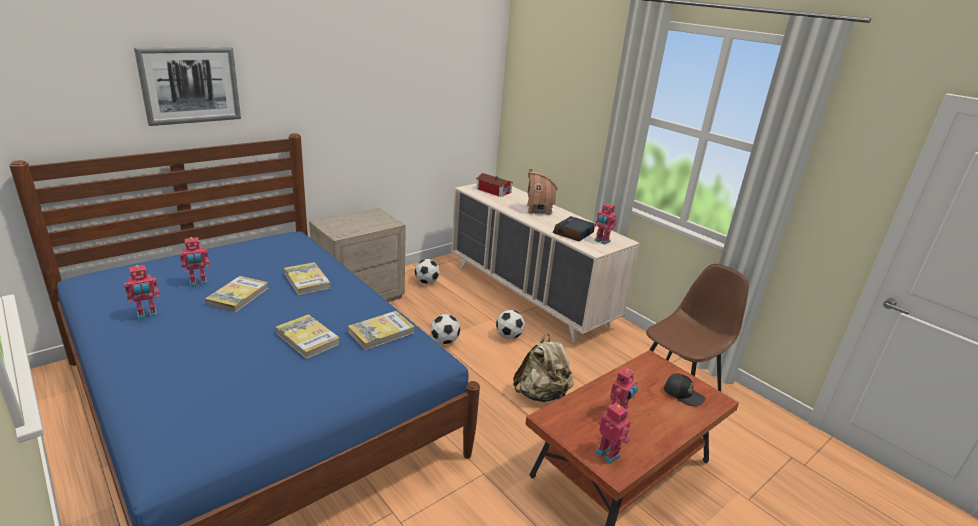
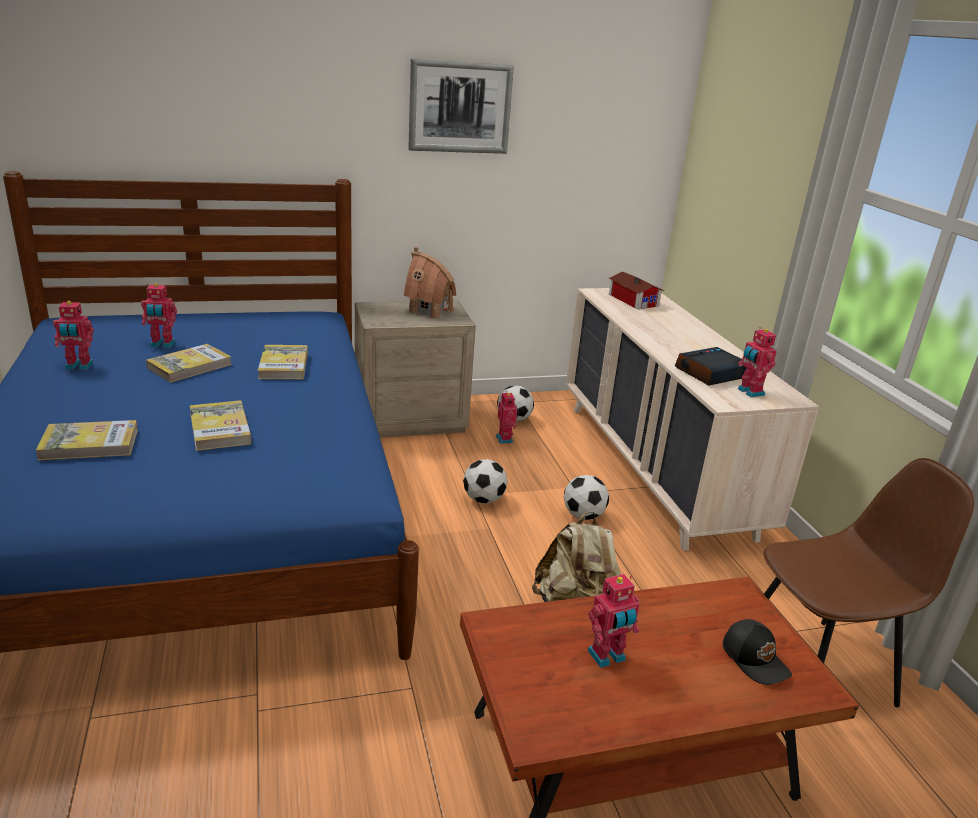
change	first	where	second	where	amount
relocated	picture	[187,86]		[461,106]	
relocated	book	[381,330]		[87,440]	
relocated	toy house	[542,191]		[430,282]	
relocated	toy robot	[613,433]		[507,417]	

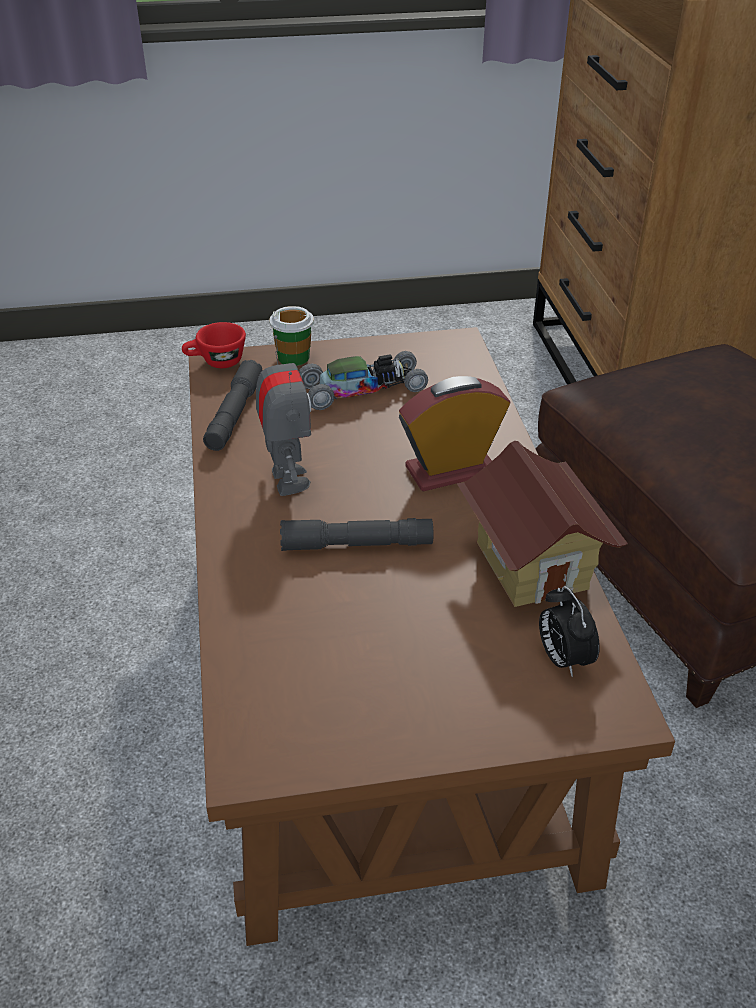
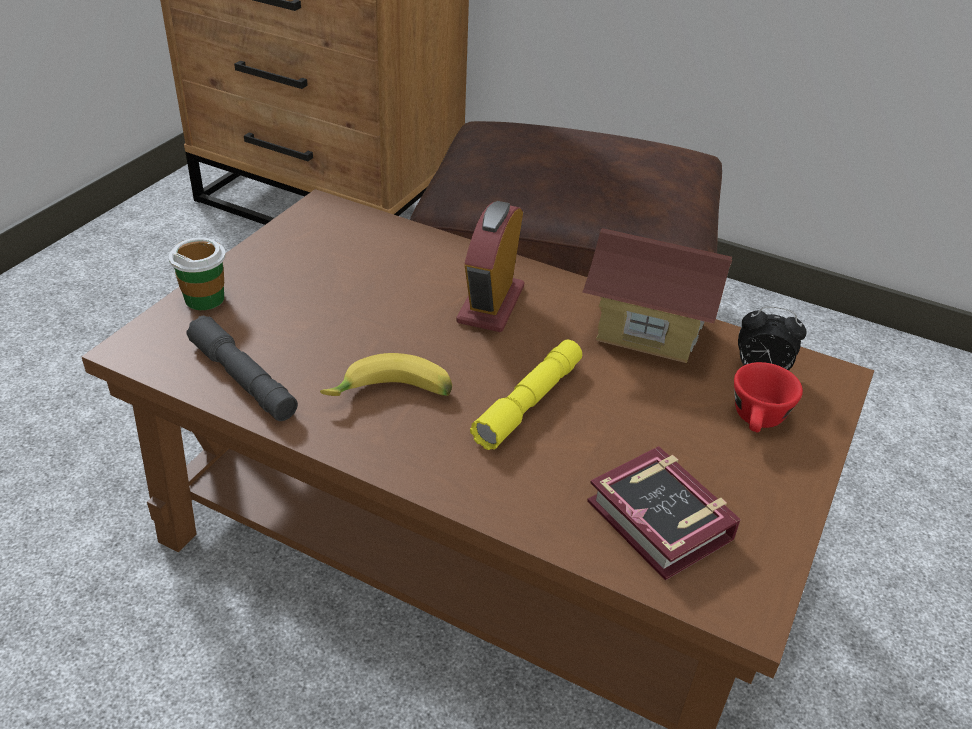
change	first	where	second	where	amount
missing	toy car	[363,380]			
appeared			book	[664,513]	
relocated	red cup	[214,345]		[768,397]	
exchanged	toy robot	[283,415]	banana	[386,374]	
colour	grey flashlight	[356,534]	yellow flashlight	[526,395]	

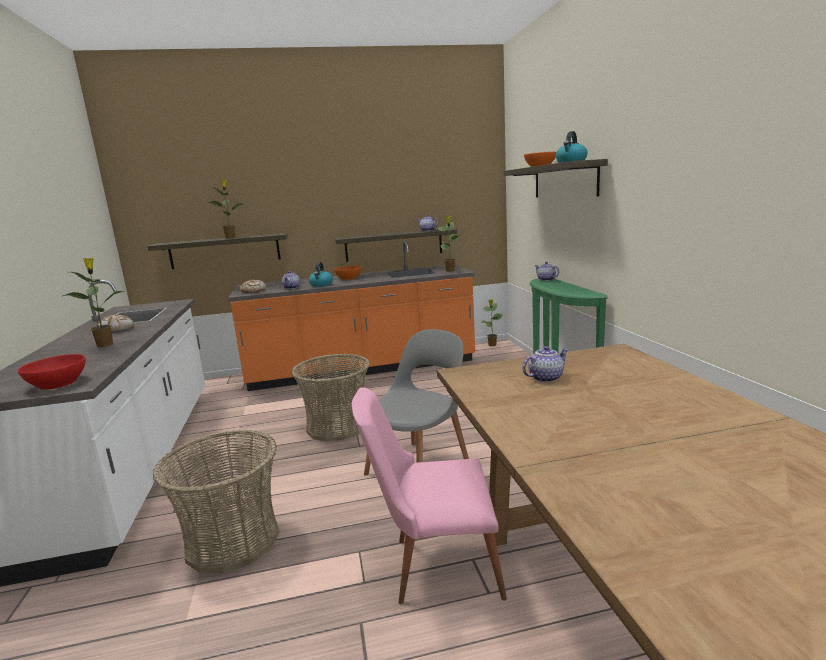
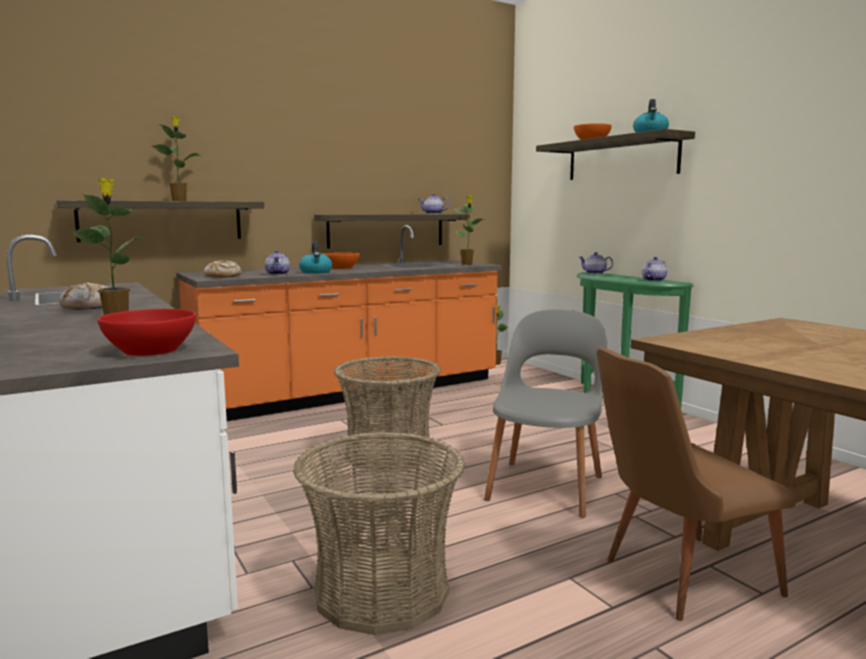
change	first	where	second	where	amount
relocated	teapot	[545,364]		[654,269]	
colour	pink chair	[429,495]	brown chair	[696,484]	

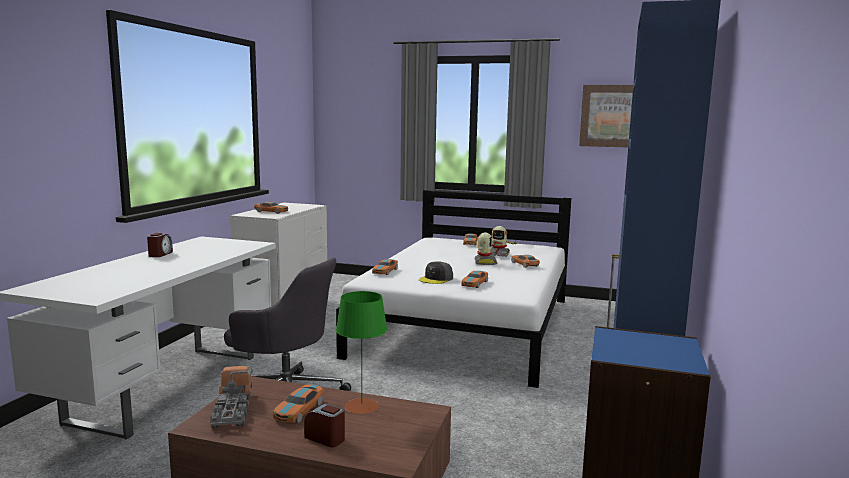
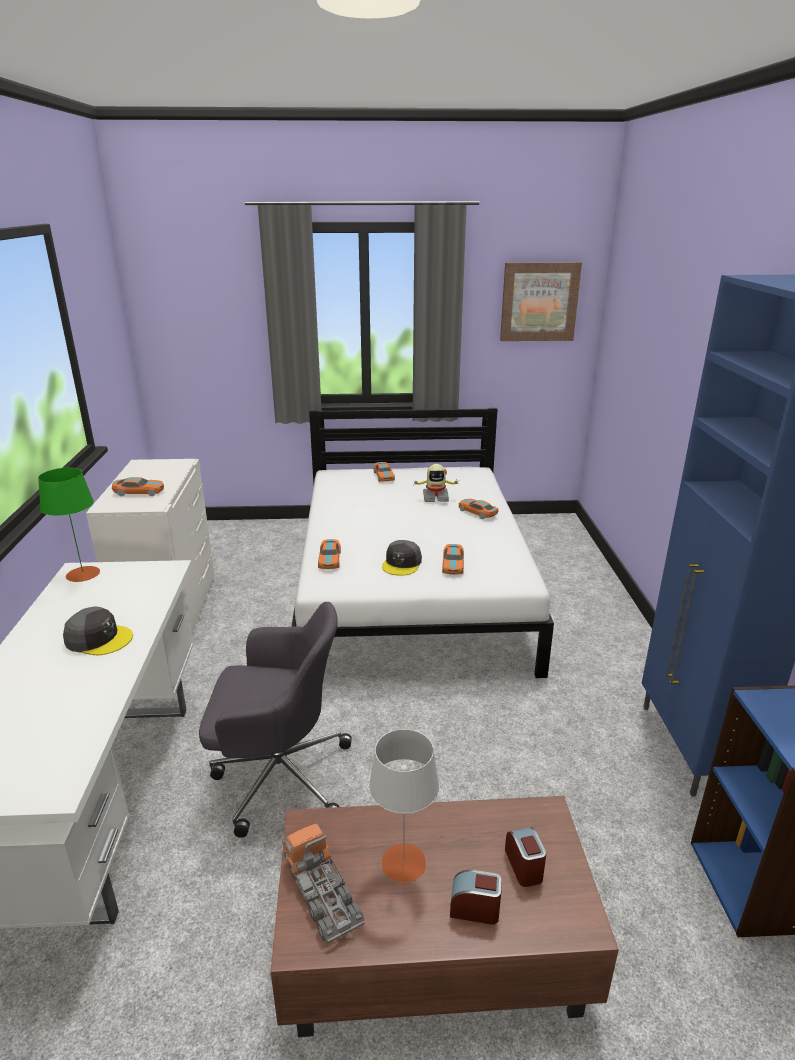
change	first	where	second	where	amount
missing	toy robot	[486,249]			
appeared			grey cap	[98,630]	
relocated	alarm clock	[160,245]		[525,857]	
relocated	green table lamp	[361,352]		[69,525]	
exchanged	toy car	[298,404]	grey table lamp	[404,806]	

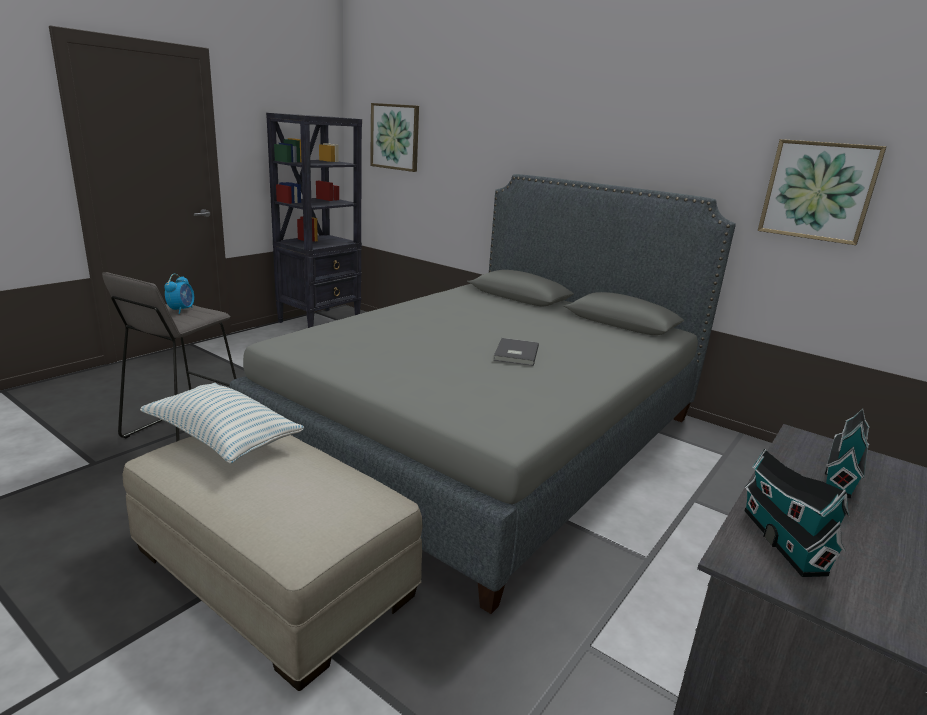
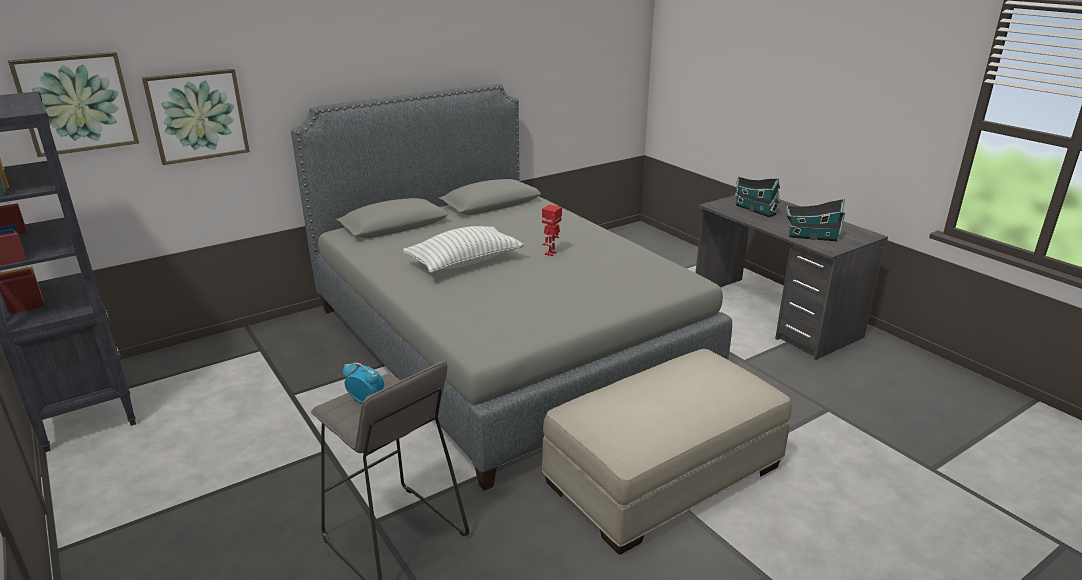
change	first	where	second	where	amount
relocated	pillow	[222,423]		[463,249]	
relocated	picture	[822,192]		[196,117]	
exchanged	grey book	[516,352]	toy robot	[552,230]	

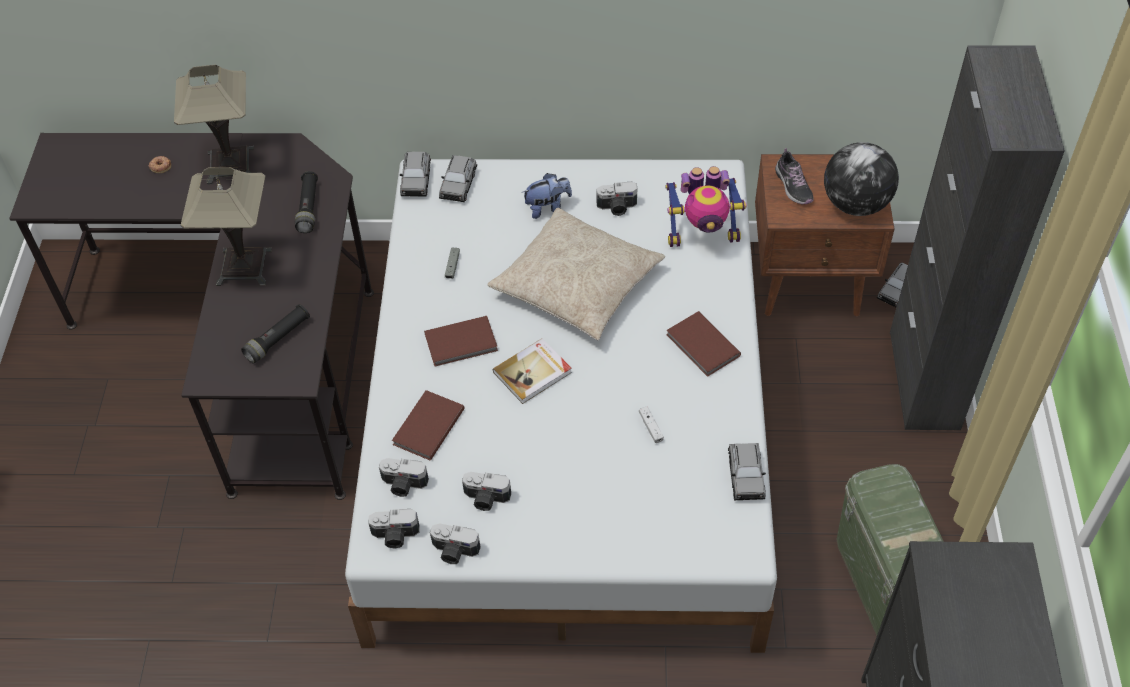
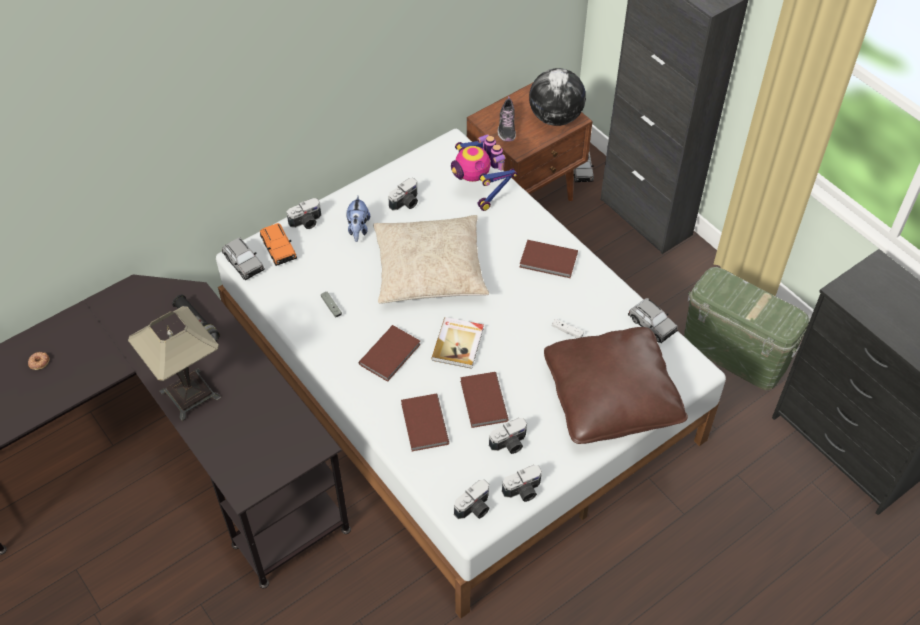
change	first	where	second	where	amount
missing	table lamp	[214,124]			
missing	black flashlight	[275,334]			
appeared			brown book	[484,400]	
appeared			brown pillow	[616,385]	
relocated	photo camera	[404,477]		[304,213]	
colour	grey toy car	[458,178]	orange toy car	[278,244]	
spun	plush toy	[547,196]		[358,219]	150 degrees clockwise
spun	toy robot	[706,206]		[484,172]	105 degrees clockwise
spun	shoe	[794,176]		[507,119]	60 degrees clockwise

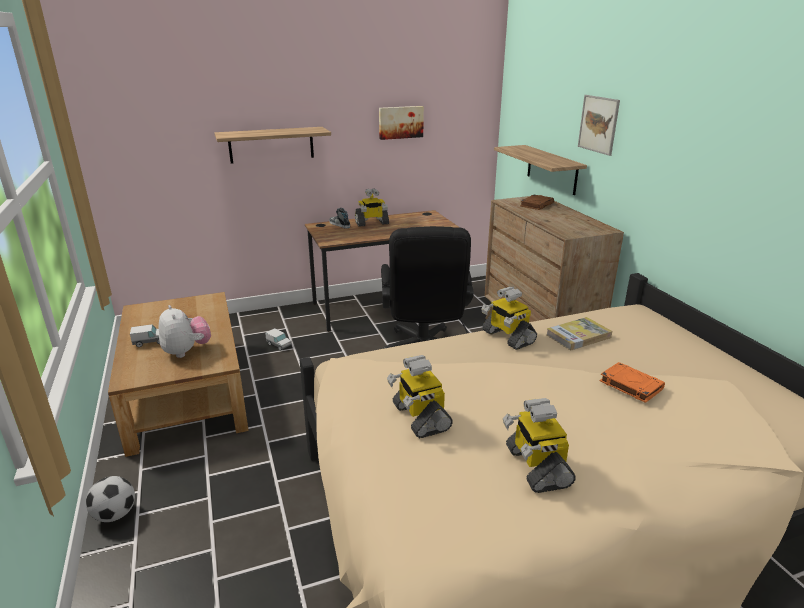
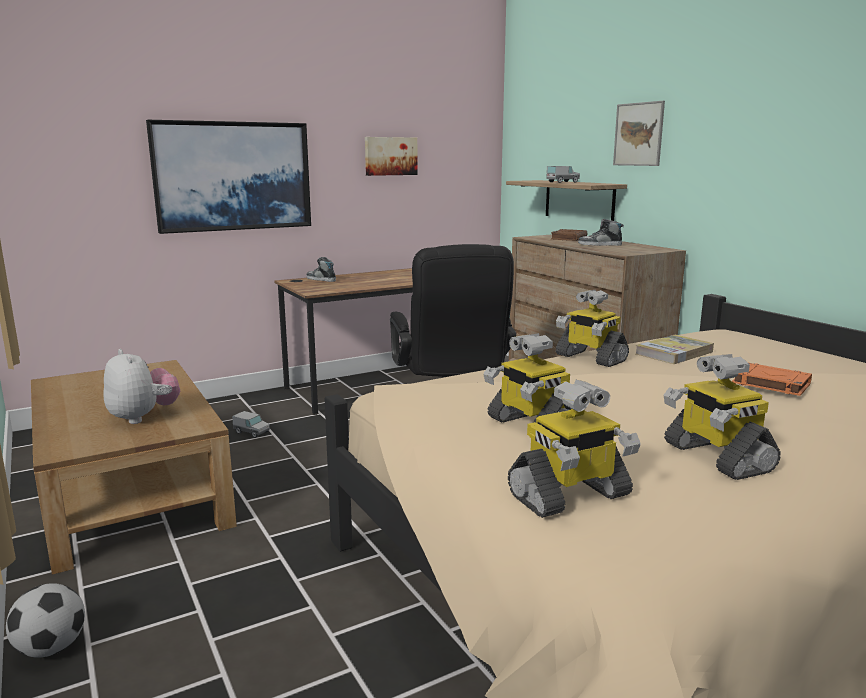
change	first	where	second	where	amount
appeared			shoe	[601,232]	
relocated	toy truck	[145,336]		[563,174]	
relocated	toy robot	[372,207]		[574,449]	
exchanged	shelf	[272,145]	picture	[228,177]	

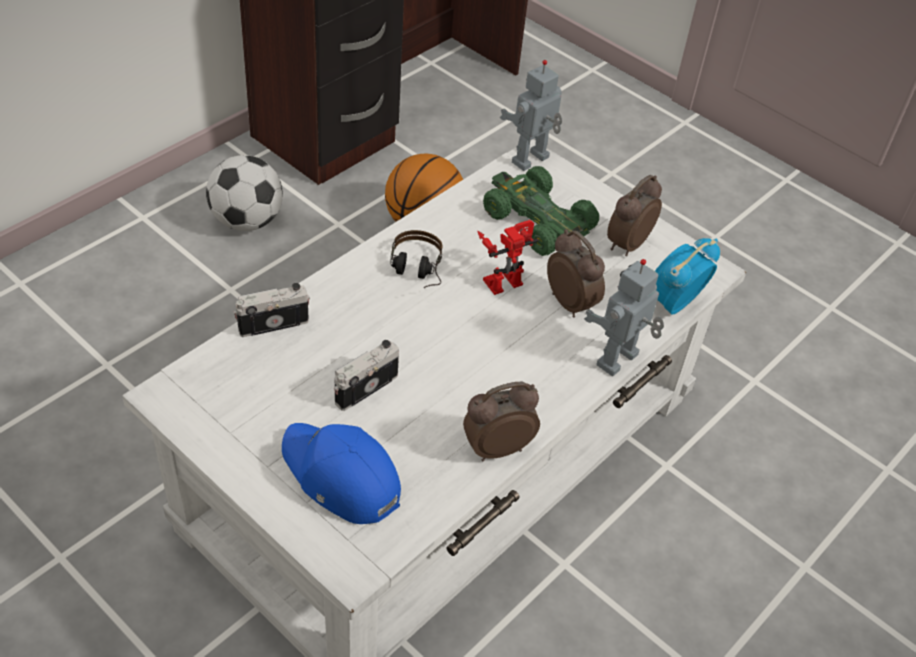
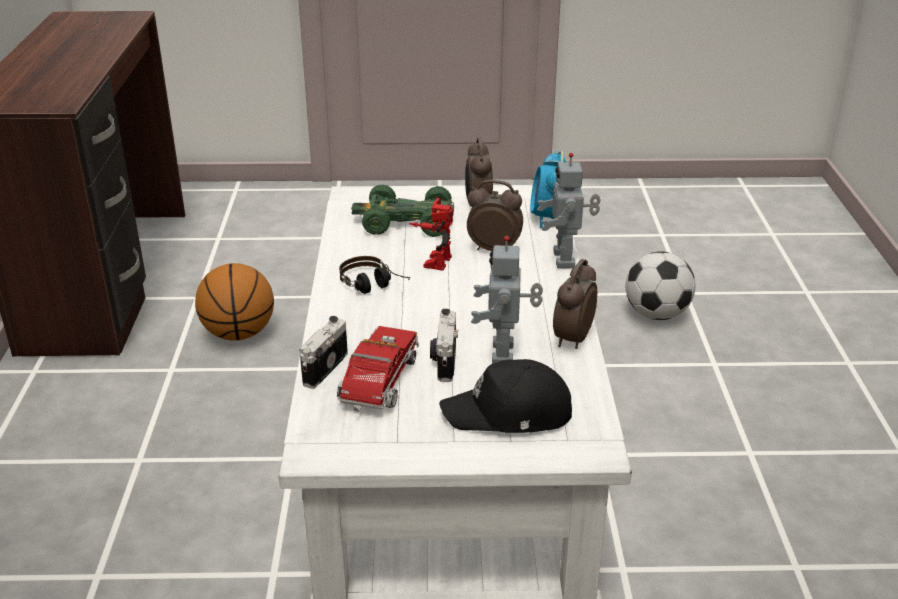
change	first	where	second	where	amount
appeared			toy truck	[378,369]	
relocated	football	[244,193]		[660,286]	
relocated	toy robot	[531,115]		[507,300]	
colour	blue cap	[341,473]	black cap	[505,396]	

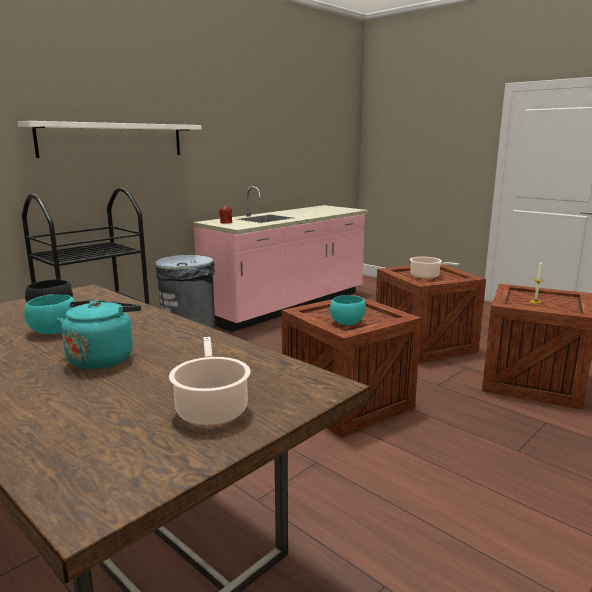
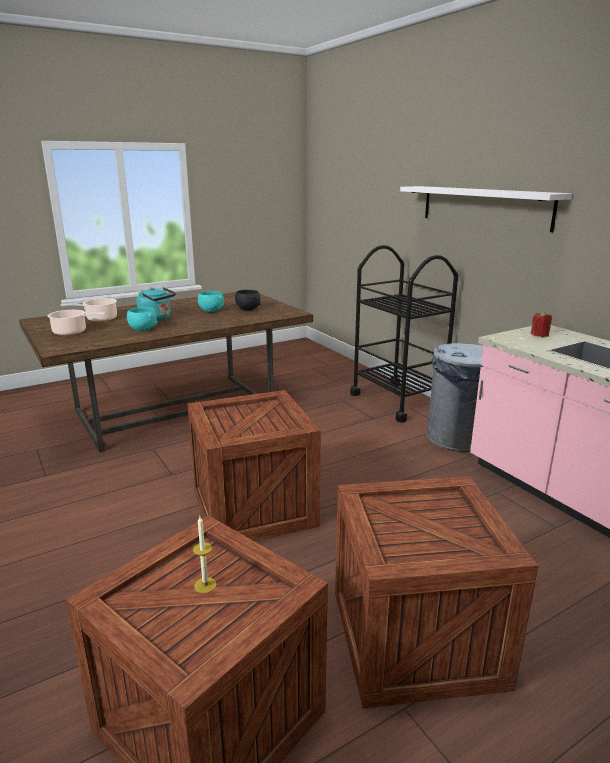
change	first	where	second	where	amount
relocated	turquoise bowl	[348,310]		[142,319]	
relocated	cooking pot	[434,268]		[88,310]	

